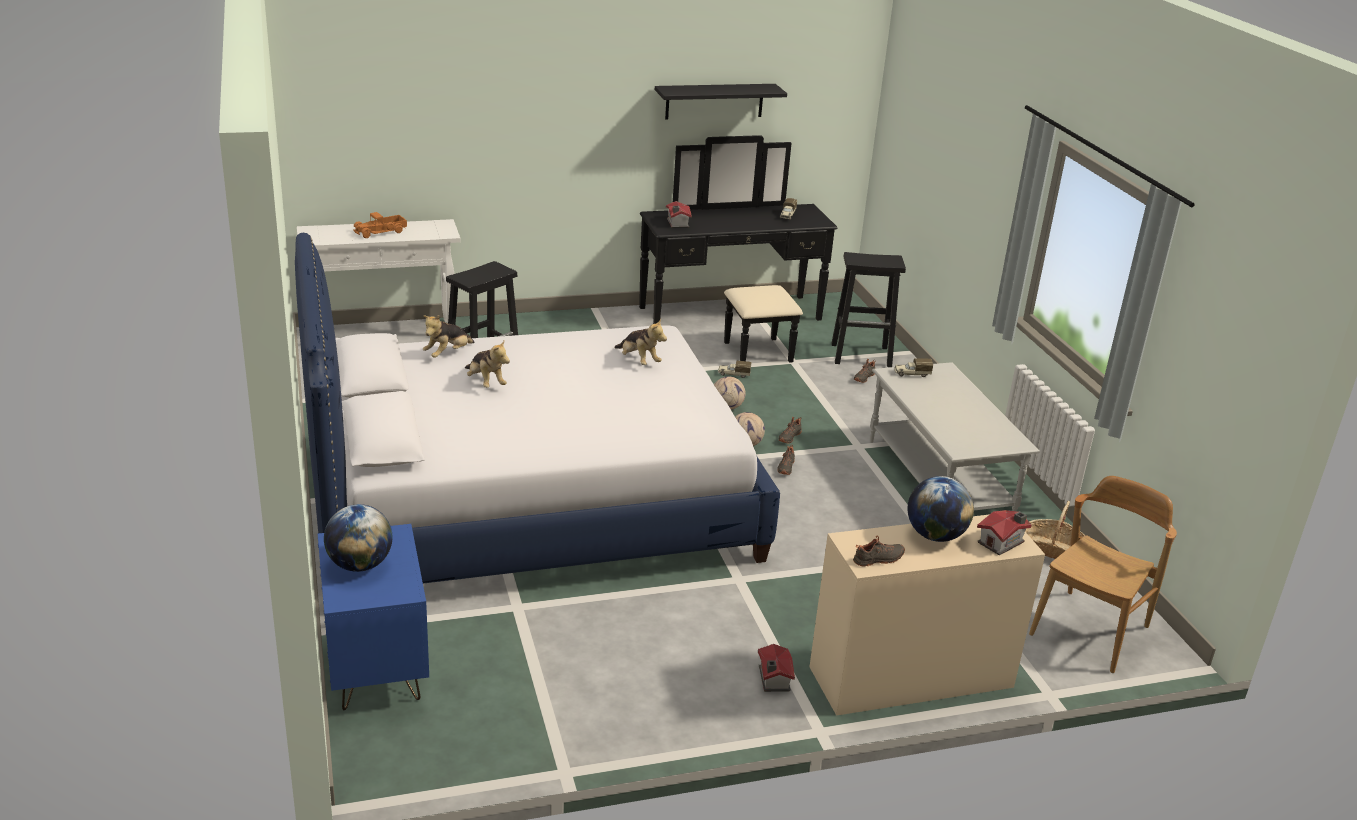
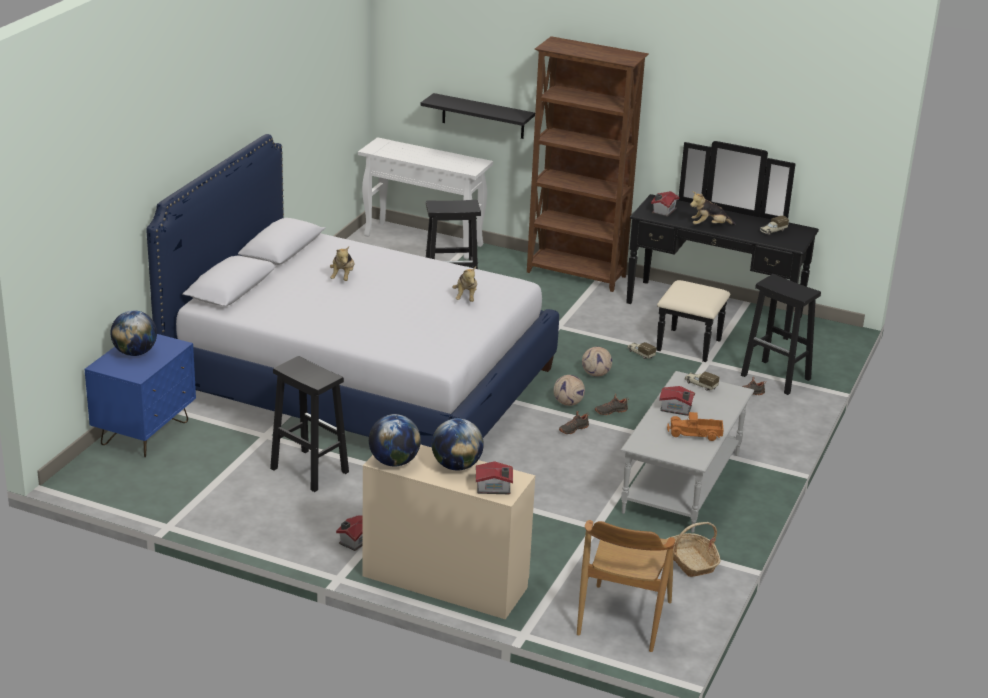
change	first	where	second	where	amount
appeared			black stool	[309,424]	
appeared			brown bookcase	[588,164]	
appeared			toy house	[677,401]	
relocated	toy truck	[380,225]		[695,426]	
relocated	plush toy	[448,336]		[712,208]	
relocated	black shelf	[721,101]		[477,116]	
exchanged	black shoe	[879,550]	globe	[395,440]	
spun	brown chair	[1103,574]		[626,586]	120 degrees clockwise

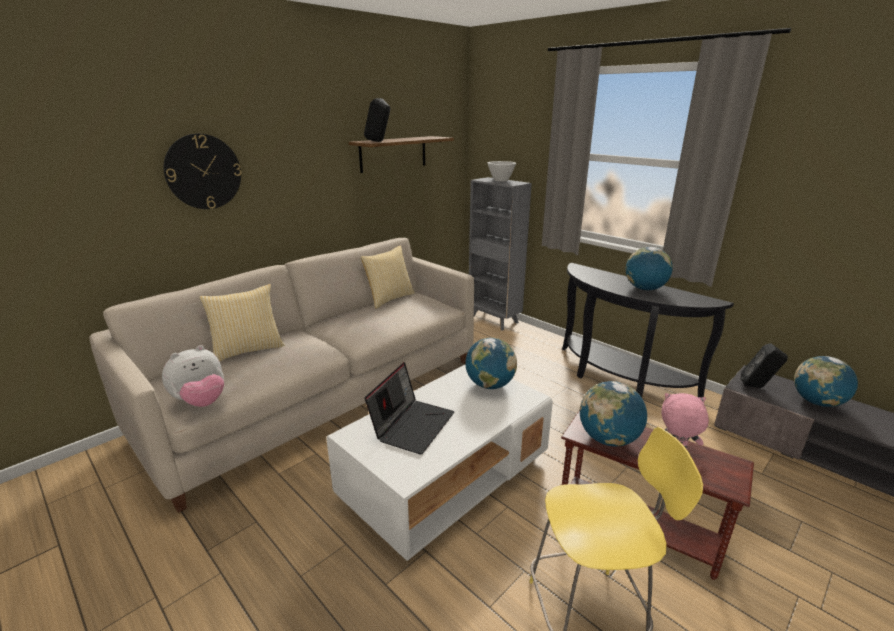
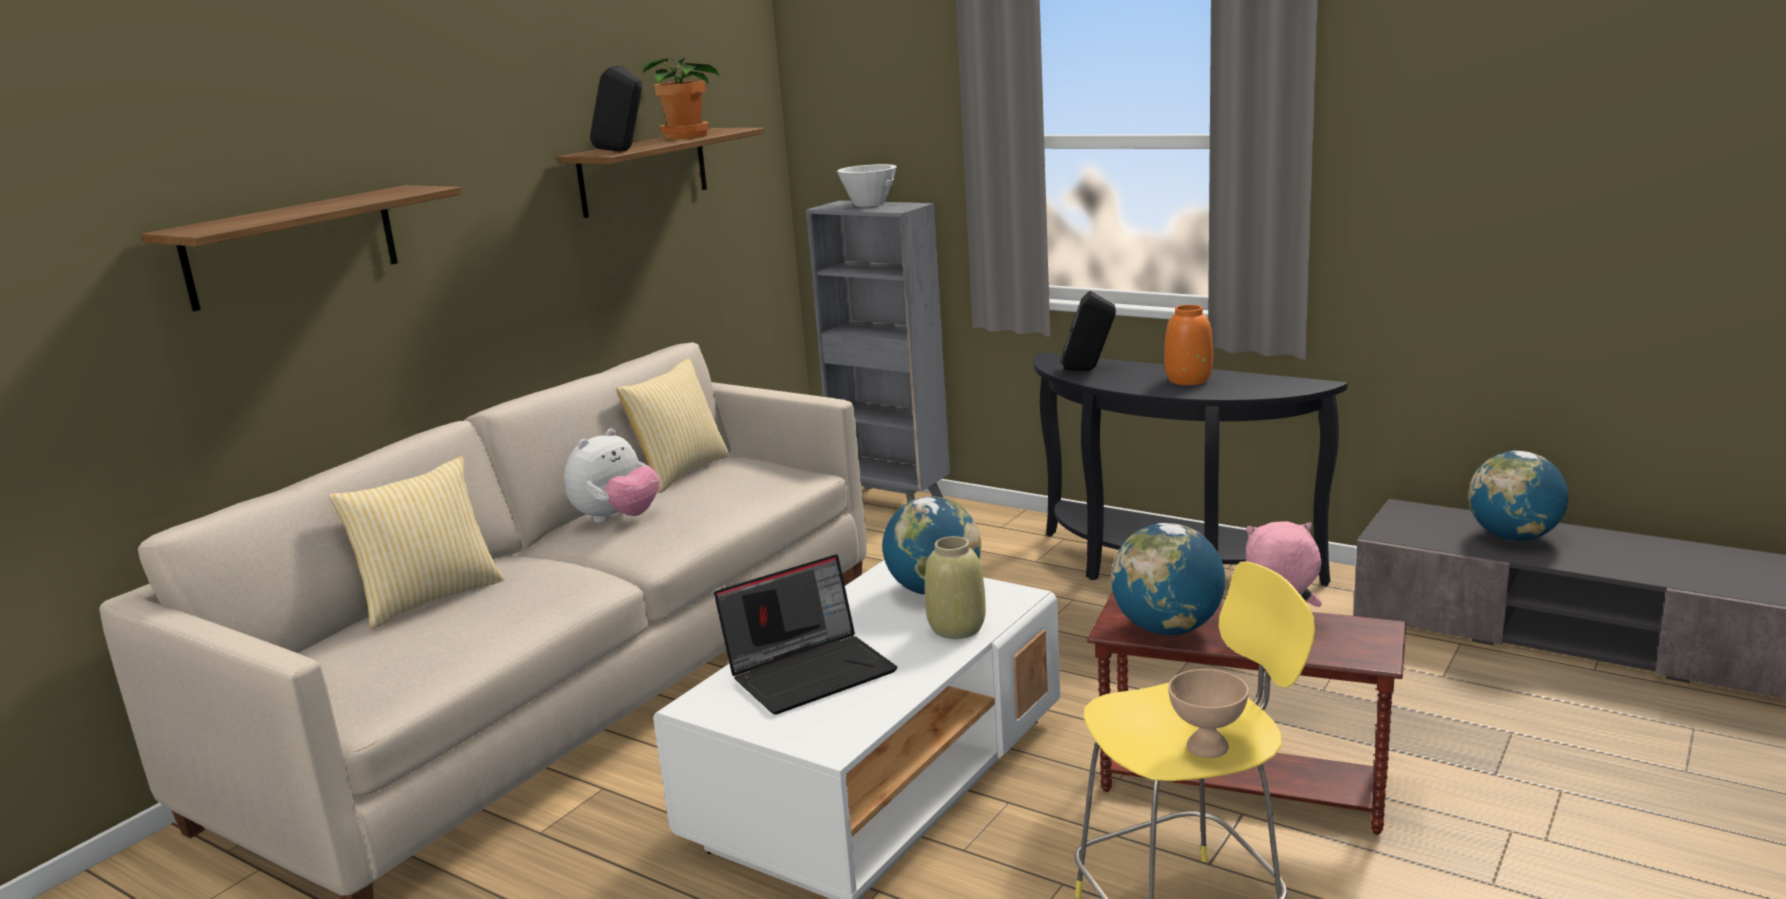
change	first	where	second	where	amount
appeared			potted plant	[682,99]	
appeared			beige vase	[955,587]	
appeared			beige bowl	[1208,713]	
relocated	plush toy	[193,376]		[612,475]	
relocated	black speaker	[764,365]		[1088,331]	
exchanged	wall clock	[202,171]	shelf	[301,248]	
exchanged	globe	[649,268]	orange vase	[1188,345]	
spun	laptop	[409,408]		[805,634]	45 degrees clockwise

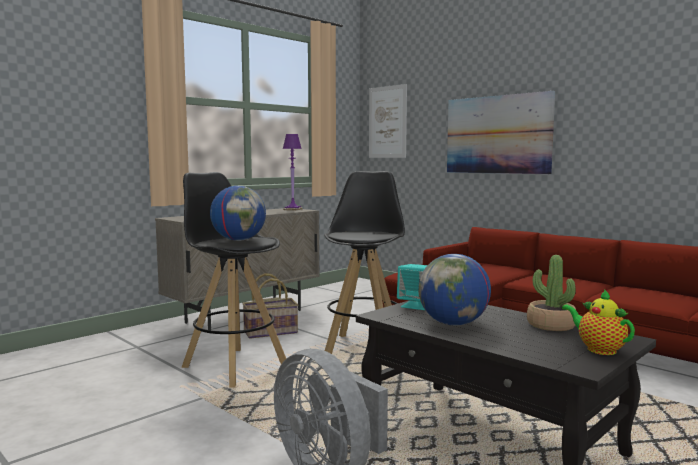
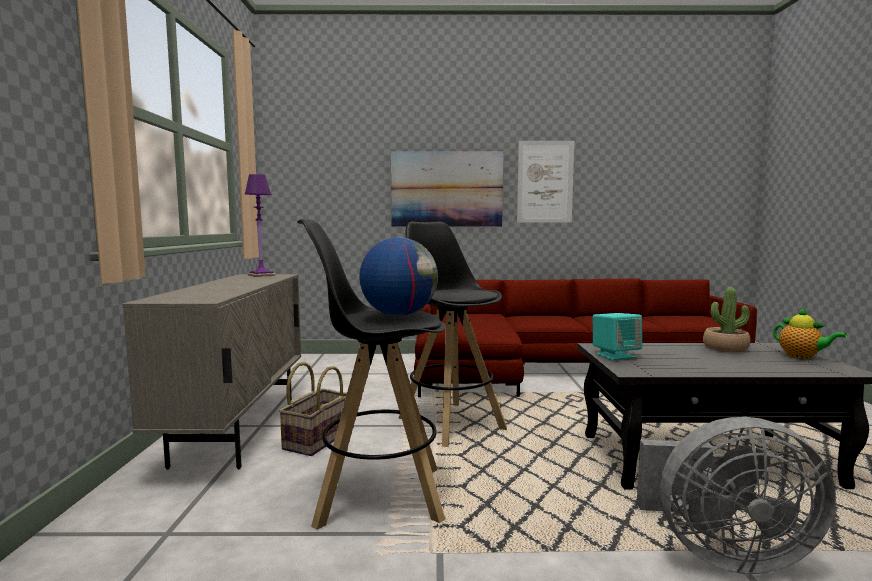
change	first	where	second	where	amount
missing	globe	[454,289]			
relocated	picture	[388,121]		[545,182]	
spun	teapot	[598,322]		[810,333]	135 degrees counterclockwise

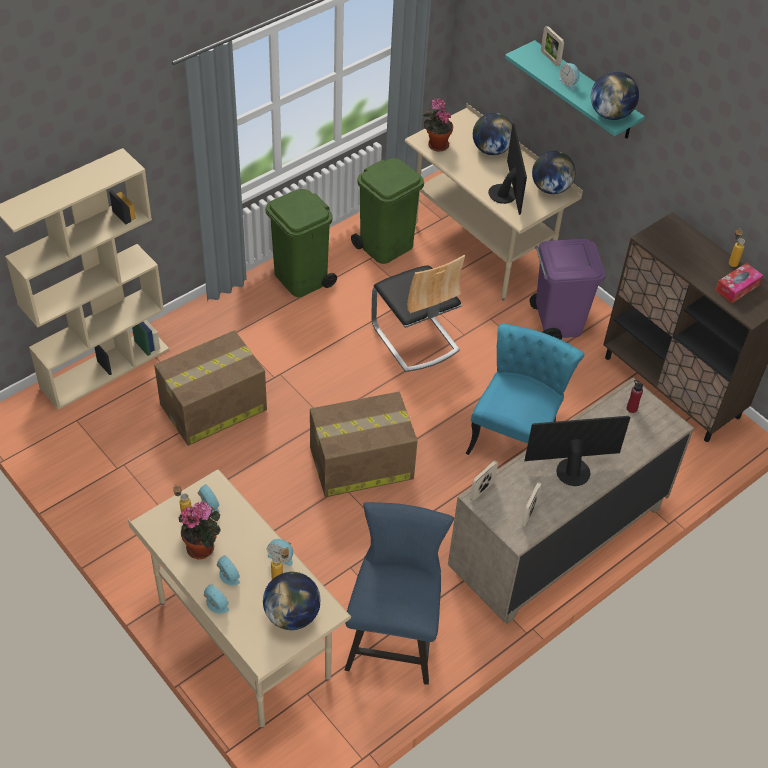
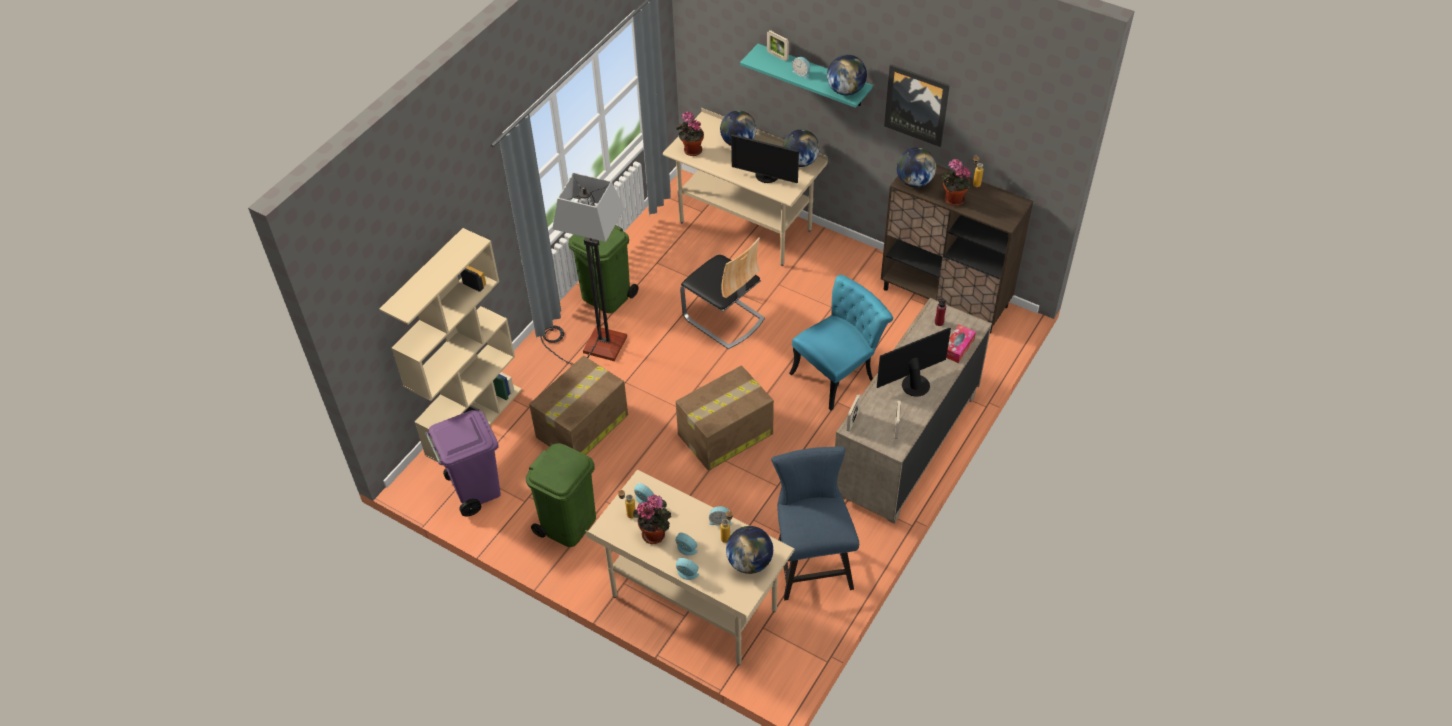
change	first	where	second	where	amount
appeared			floor lamp	[584,269]	
appeared			picture	[917,105]	
appeared			globe	[916,167]	
appeared			potted plant	[956,182]	
relocated	green trash can	[387,211]		[561,495]	
relocated	purple trash can	[568,289]		[463,463]	
relocated	tissue box	[739,283]		[961,344]	
spun	turquoise chair	[525,389]		[841,343]	45 degrees clockwise
spun	monitor	[507,169]		[765,158]	135 degrees clockwise

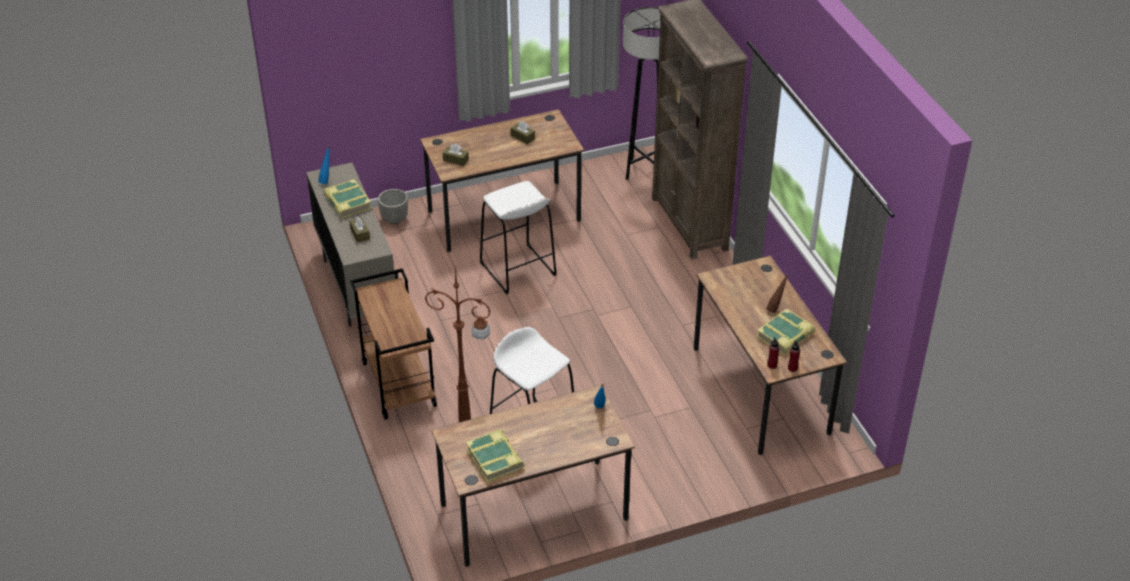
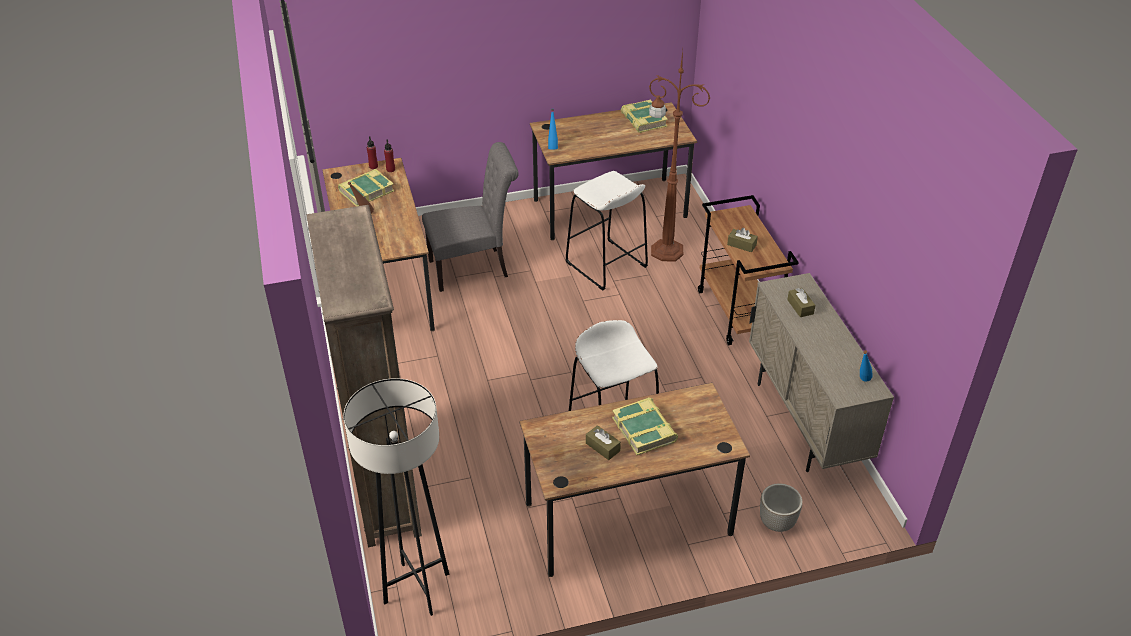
change	first	where	second	where	amount
appeared			grey chair	[470,217]	
relocated	book	[347,198]		[645,426]	
relocated	brown tissue box	[456,155]		[742,240]	

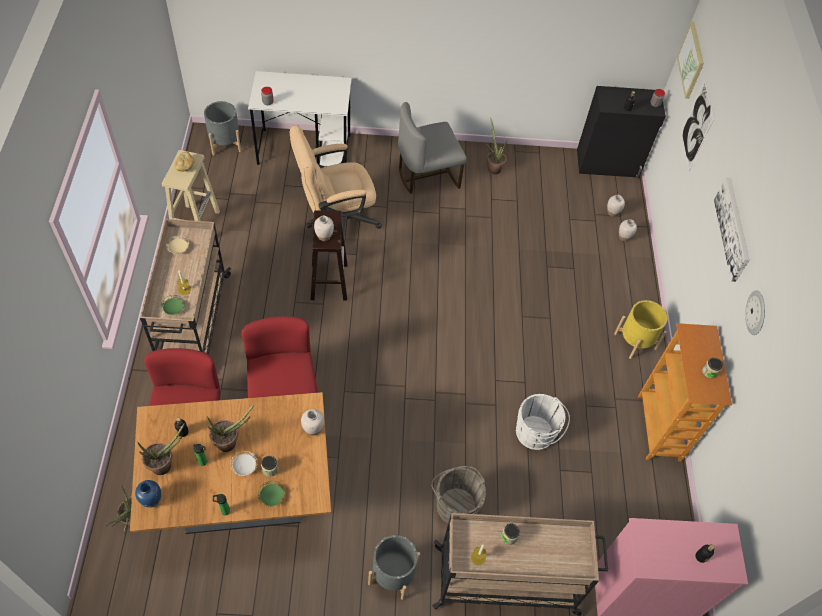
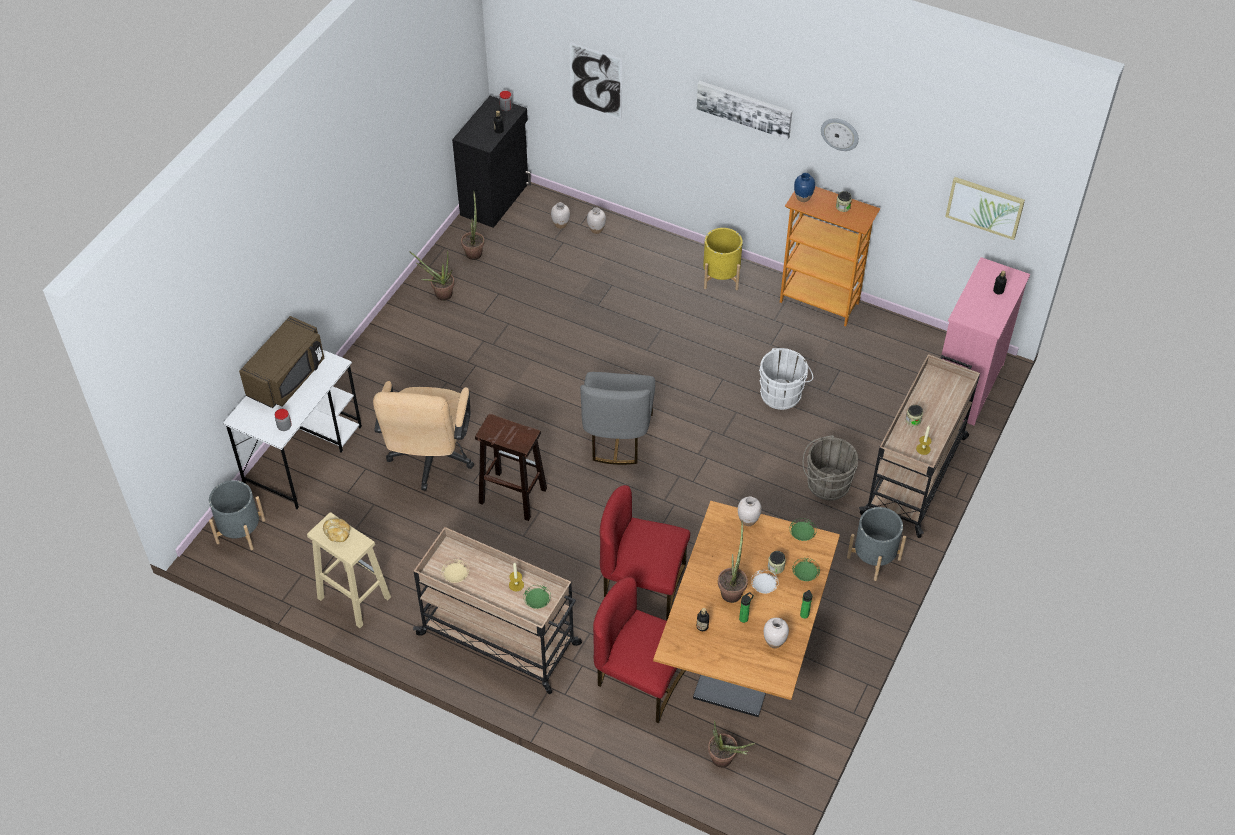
change	first	where	second	where	amount
appeared			brown microwave	[281,362]	
appeared			green plate	[803,529]	
relocated	blue vase	[148,494]		[804,187]	
relocated	potted plant	[160,449]		[472,226]	
relocated	white vase	[324,228]		[776,633]	
relocated	grey chair	[432,148]		[617,418]	
relocated	picture	[690,60]		[985,208]	

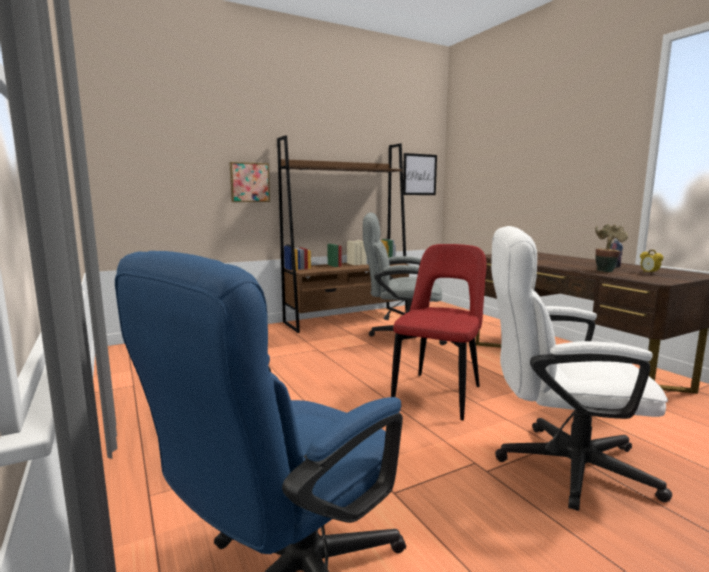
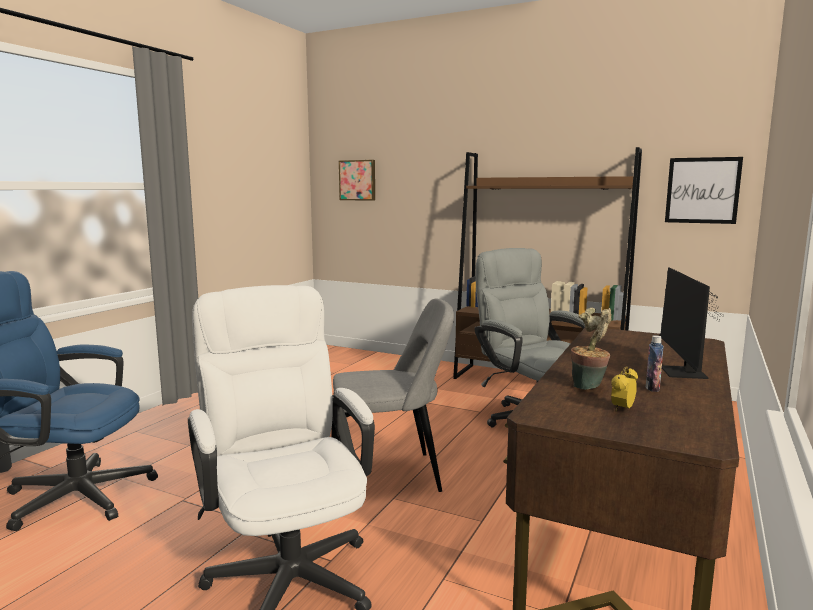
change	first	where	second	where	amount
appeared			monitor	[692,323]	
relocated	picture	[249,182]		[357,180]	
colour	red chair	[439,332]	grey chair	[392,395]	

